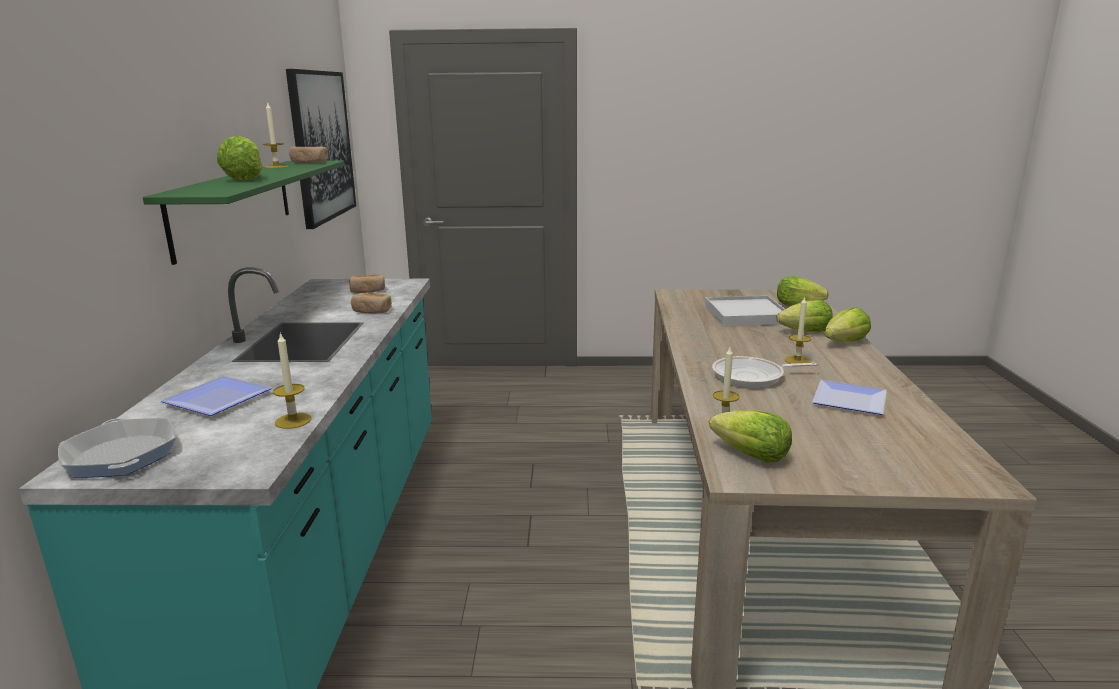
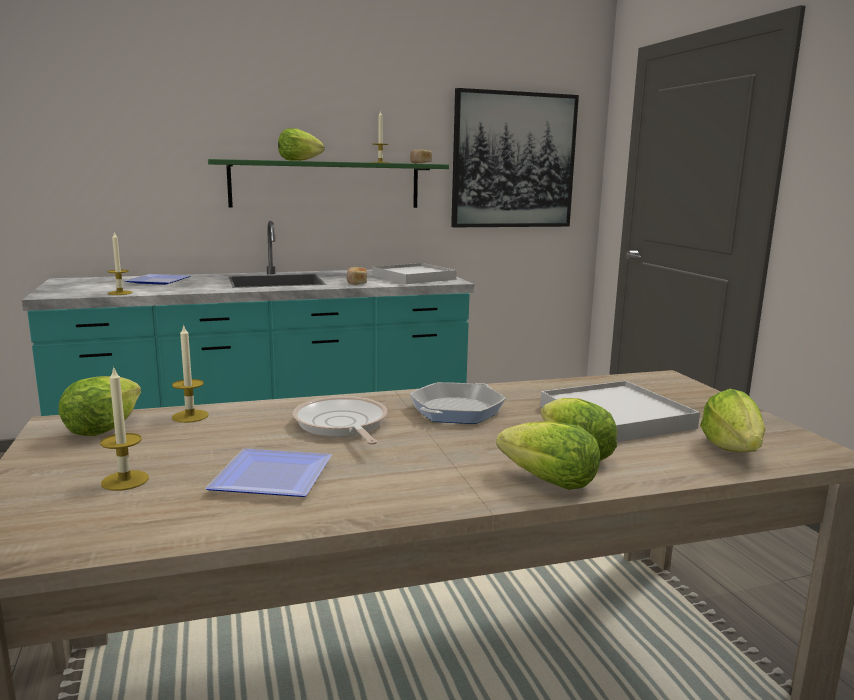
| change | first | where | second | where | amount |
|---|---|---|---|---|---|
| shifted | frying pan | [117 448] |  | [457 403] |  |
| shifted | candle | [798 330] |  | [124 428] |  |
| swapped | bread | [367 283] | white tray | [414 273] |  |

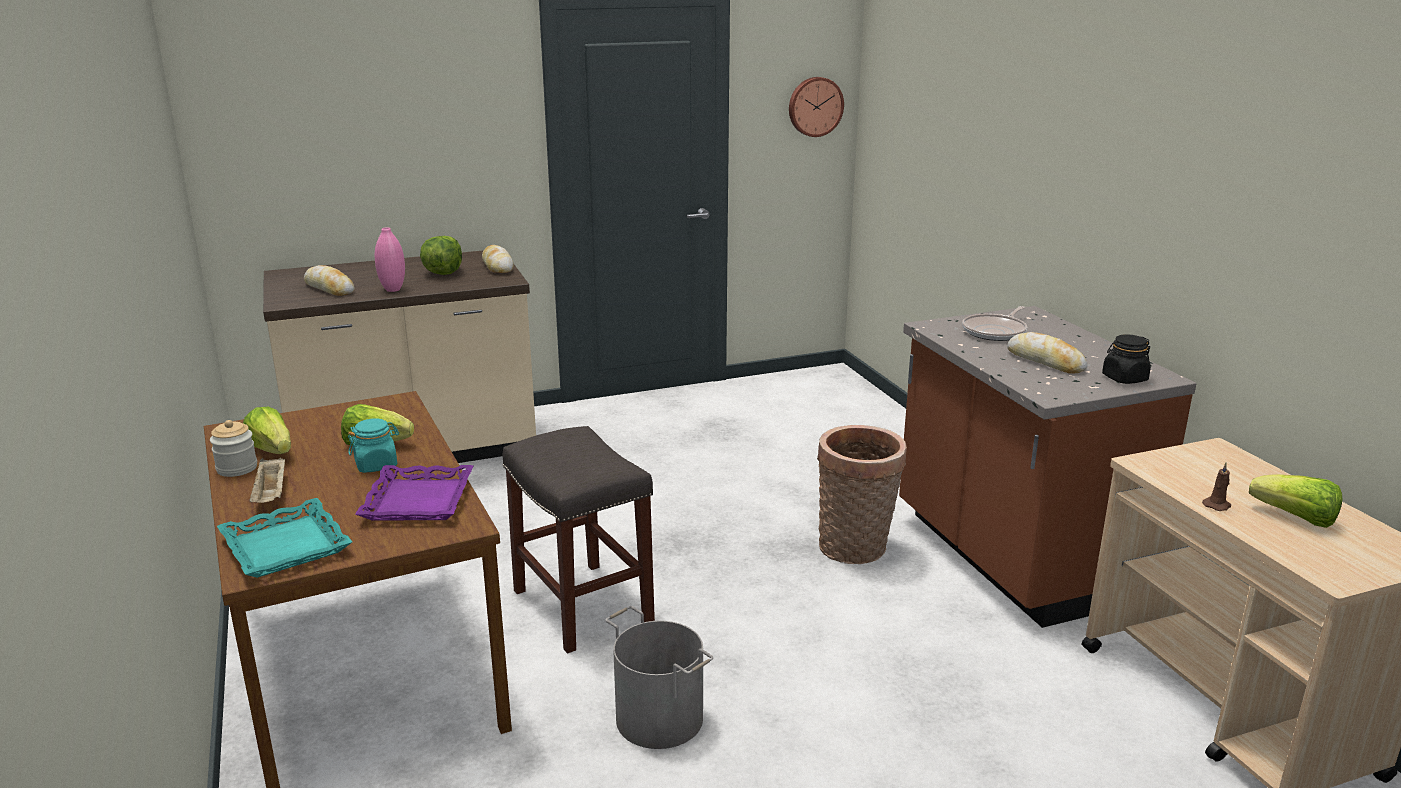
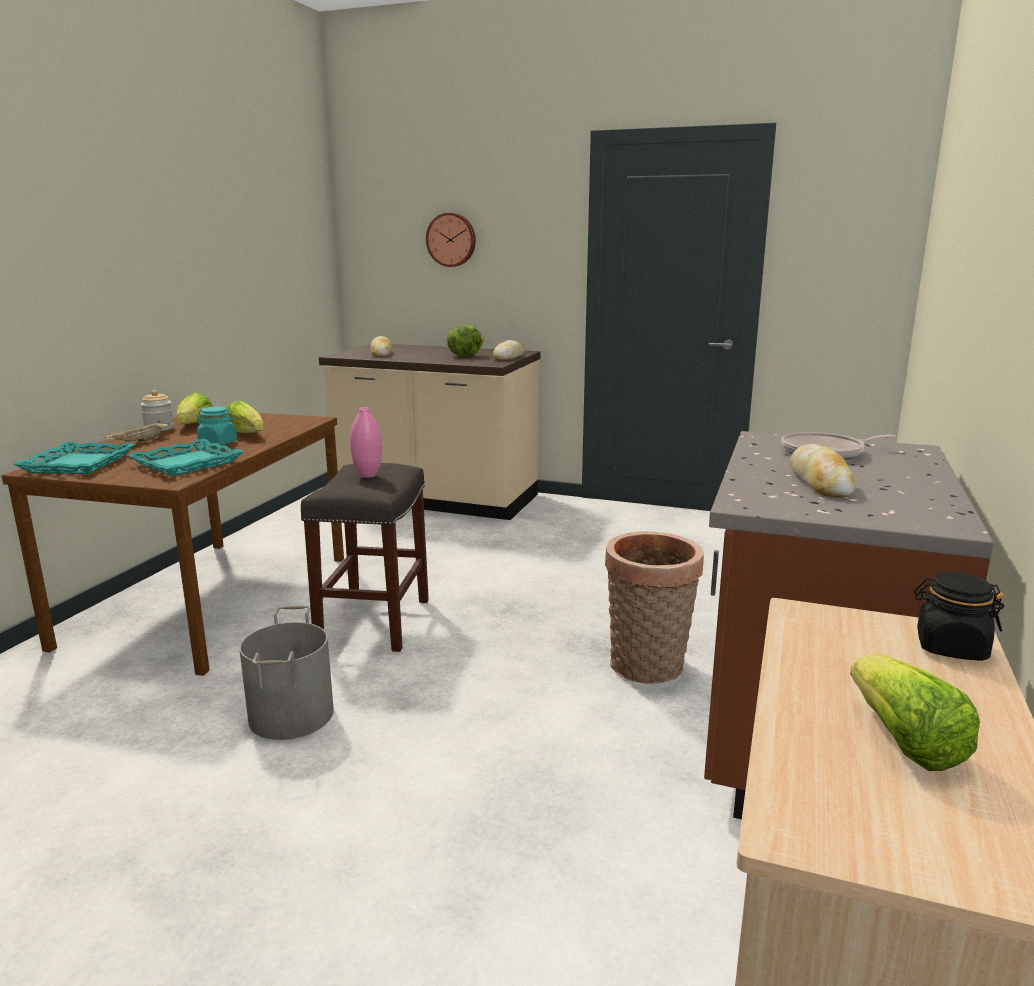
| change | first | where | second | where | amount |
|---|---|---|---|---|---|
| gone | brown candle | [1216 487] |  |  |  |
| shifted | pink vase | [390 259] |  | [366 442] |  |
| shifted | wall clock | [816 107] |  | [451 240] |  |
| shifted | black jar | [1126 359] |  | [959 616] |  |
| repainted | purple tray | [414 492] | turquoise tray | [185 457] |  |

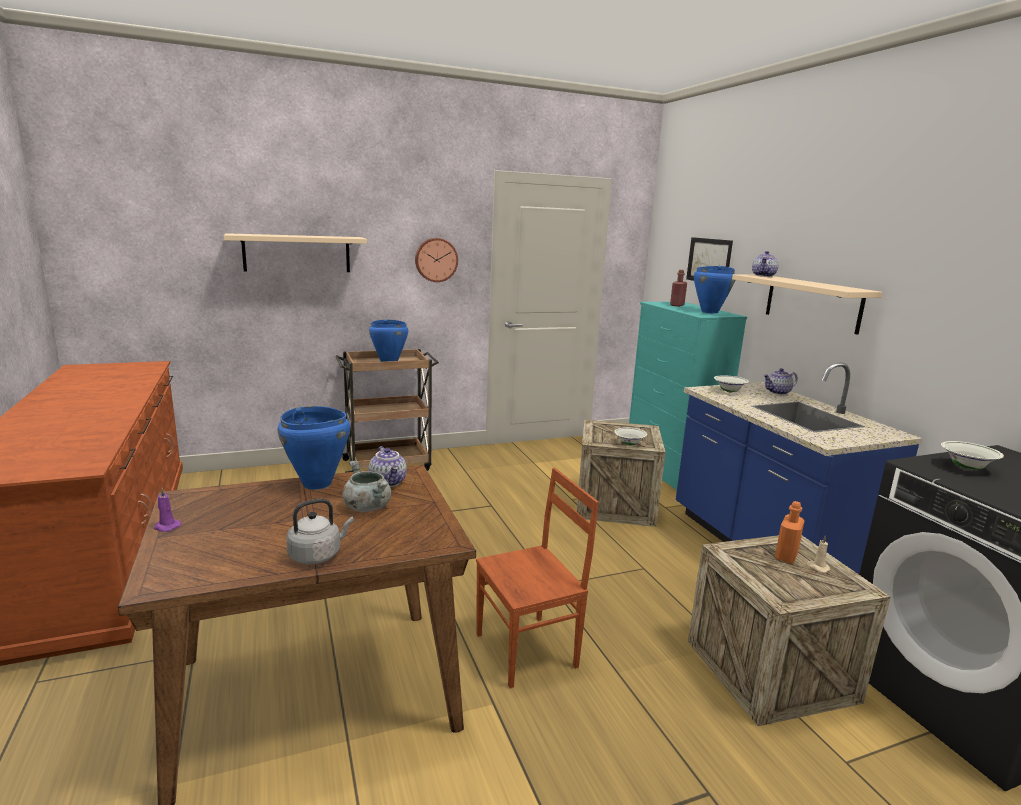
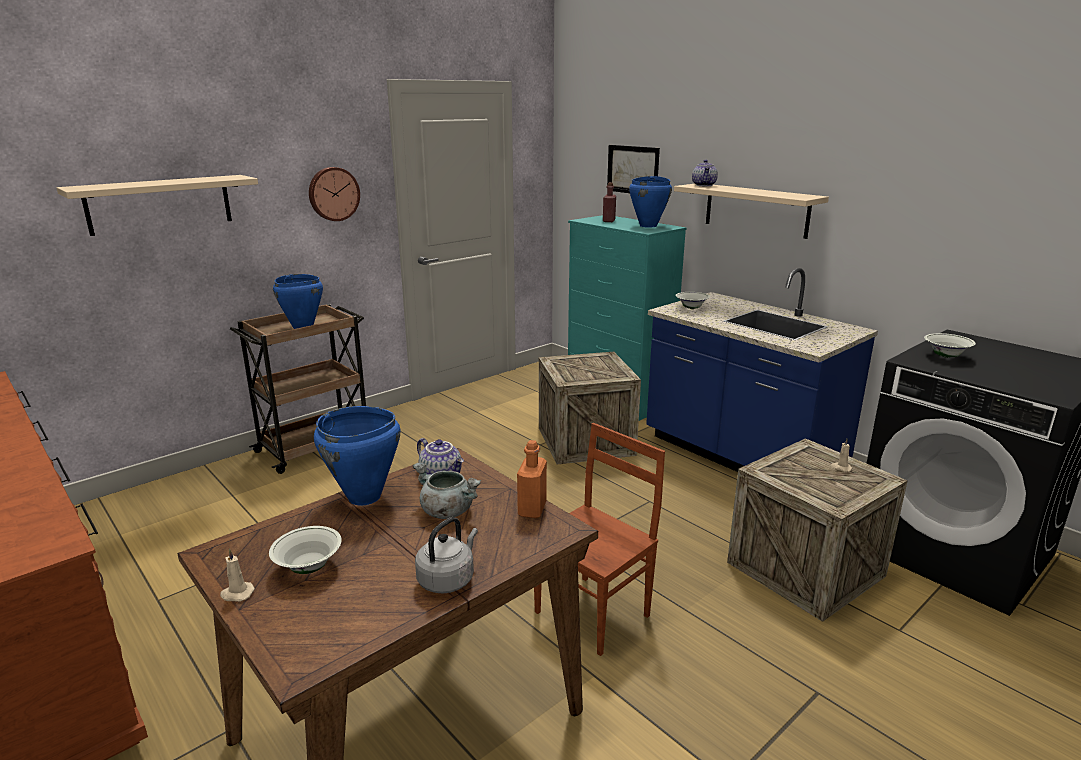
| change | first | where | second | where | amount |
|---|---|---|---|---|---|
| gone | teapot | [780 381] |  |  |  |
| shifted | white bowl | [630 436] |  | [305 550] |  |
| shifted | orange bottle | [789 532] |  | [532 479] |  |
| repainted | purple candle | [167 509] | beige candle | [237 575] |  |

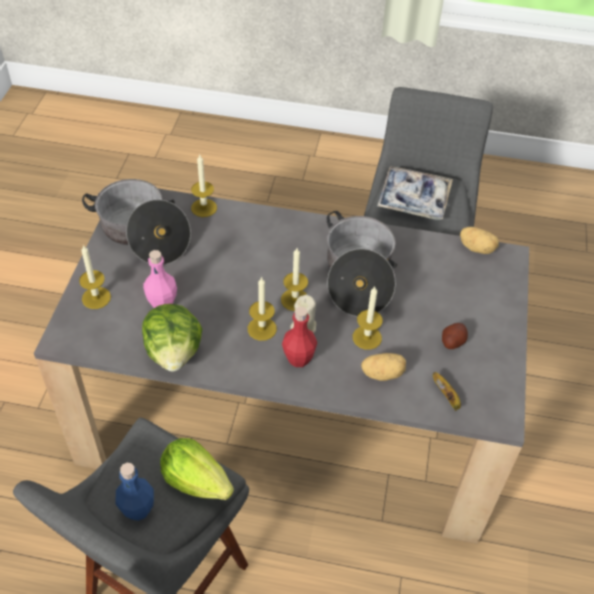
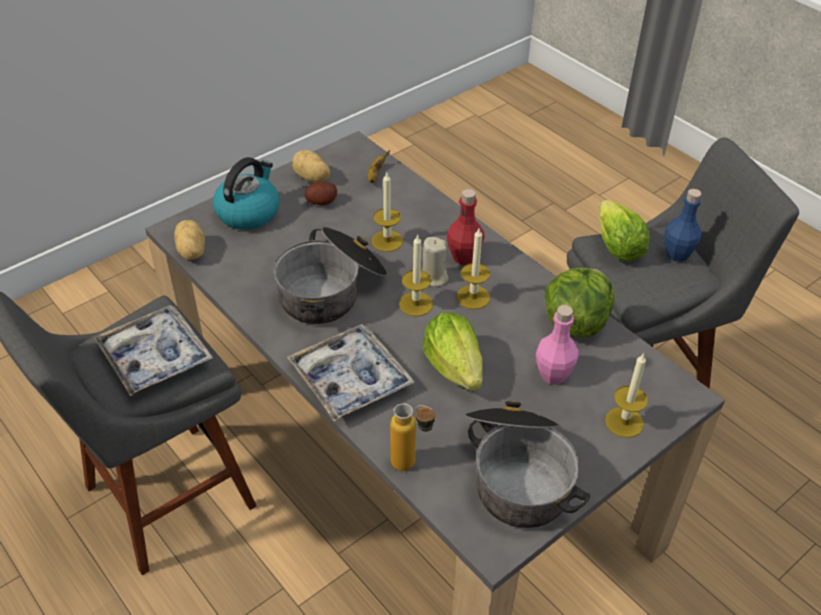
| change | first | where | second | where | amount |
|---|---|---|---|---|---|
| new |  |  | kettle | [246 193] |  |
| new |  |  | tray | [351 373] |  |
| new |  |  | lettuce | [453 351] |  |
| shifted | potato | [383 367] |  | [311 166] |  |
| swapped | candle | [204 186] | bottle | [413 437] |  |

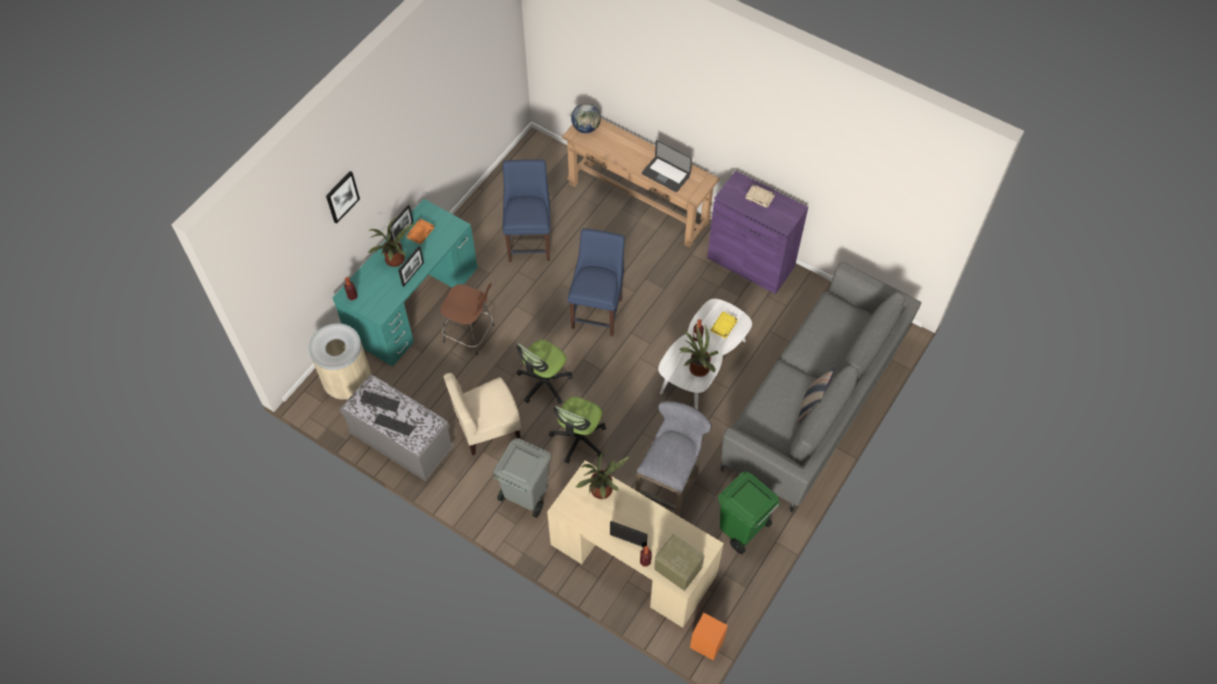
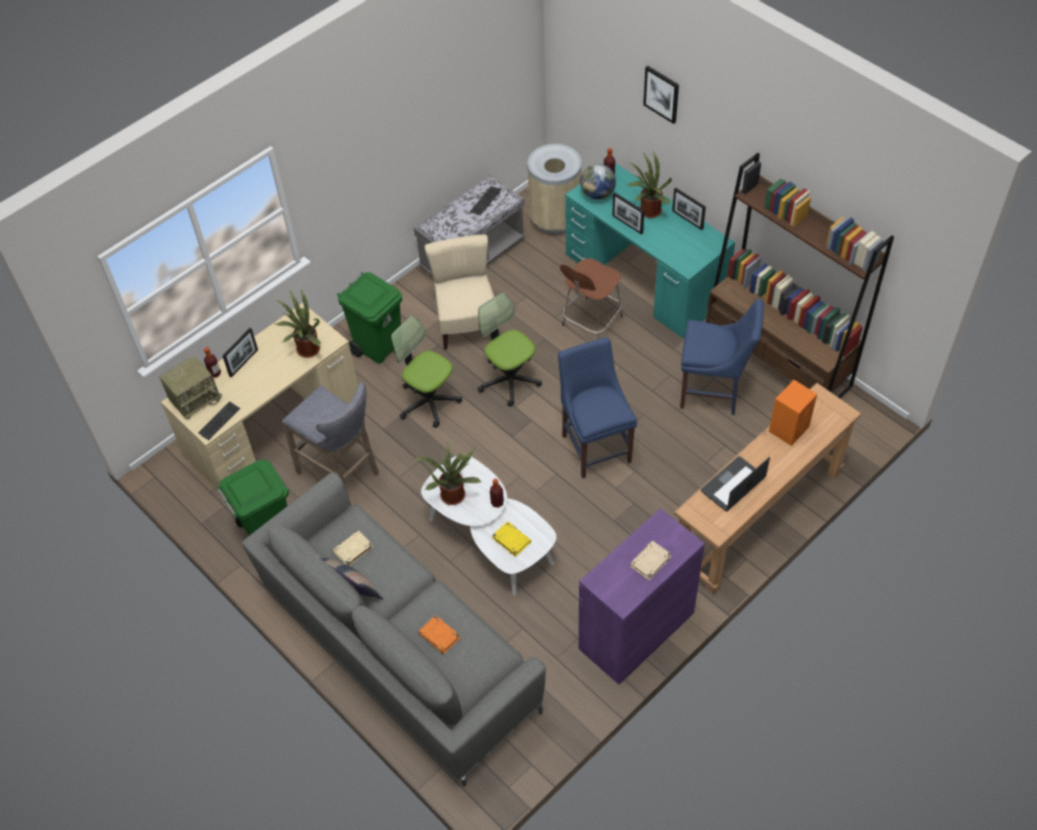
| change | first | where | second | where | amount |
|---|---|---|---|---|---|
| new |  |  | beige book | [352 548] |  |
| new |  |  | brown bookcase | [800 275] |  |
| shifted | keyboard | [394 424] |  | [219 420] |  |
| shifted | orange book | [420 231] |  | [439 634] |  |
| shifted | globe | [586 118] |  | [598 182] |  |
| shifted | orange speaker | [709 637] |  | [793 413] |  |
| repainted | grey trash can | [522 478] | green trash can | [369 318] |  |
| rotated | blue chair | [596 282] |  | [597 407] | 135 degrees counterclockwise |

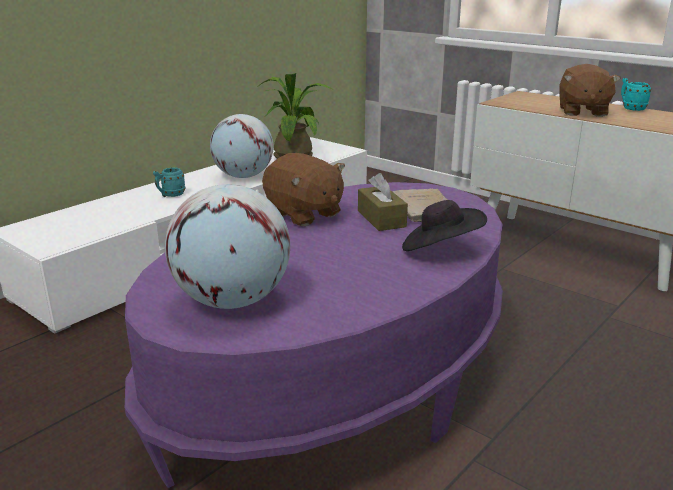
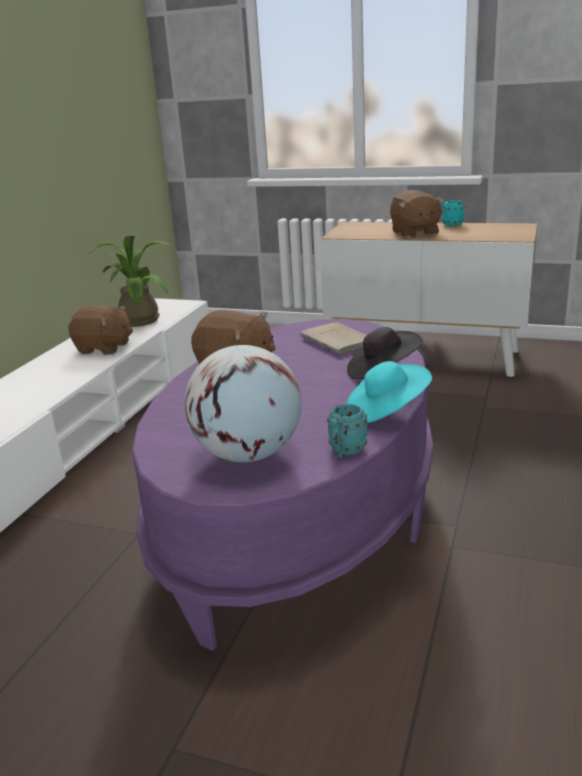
| change | first | where | second | where | amount |
|---|---|---|---|---|---|
| gone | brown tissue box | [383 202] |  |  |  |
| new |  |  | turquoise hat | [389 392] |  |
| shifted | turquoise mug | [169 182] |  | [347 431] |  |
| swapped | globe | [241 146] | brown plush toy | [101 330] |  |

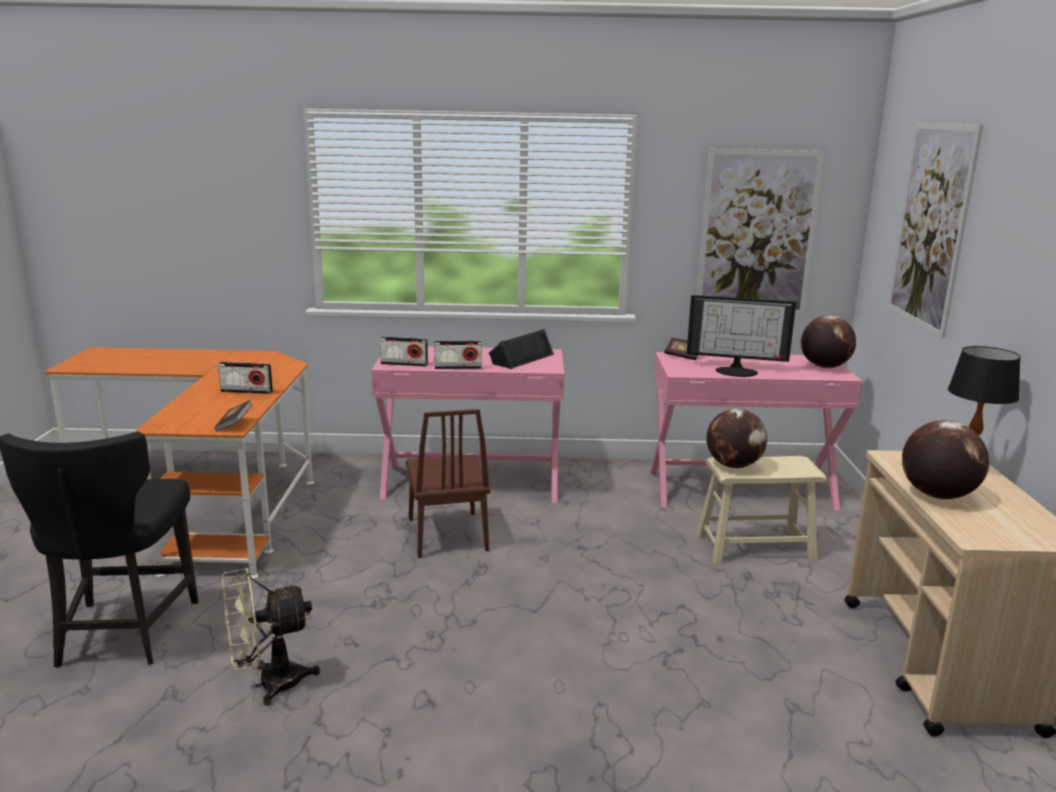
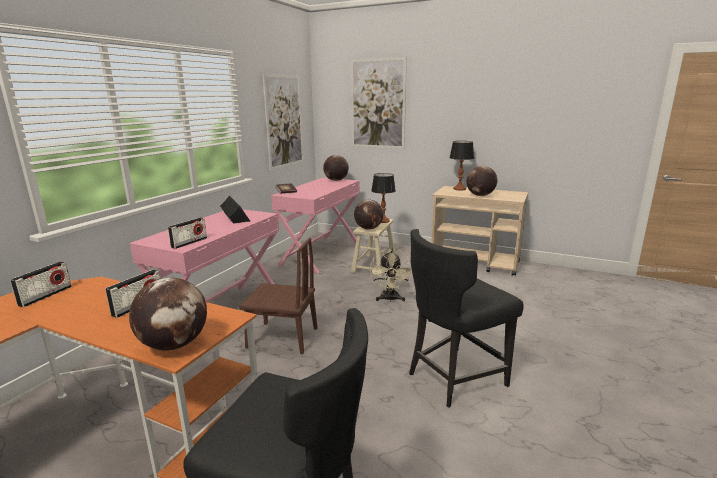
| change | first | where | second | where | amount |
|---|---|---|---|---|---|
| gone | book | [234 416] |  |  |  |
| gone | monitor | [741 336] |  |  |  |
| new |  |  | globe | [168 314] |  |
| new |  |  | table lamp | [383 198] |  |
| new |  |  | black chair | [466 318] |  |
| shifted | beige fan | [271 637] |  | [391 275] |  |
| shifted | radio | [458 355] |  | [41 284] |  |

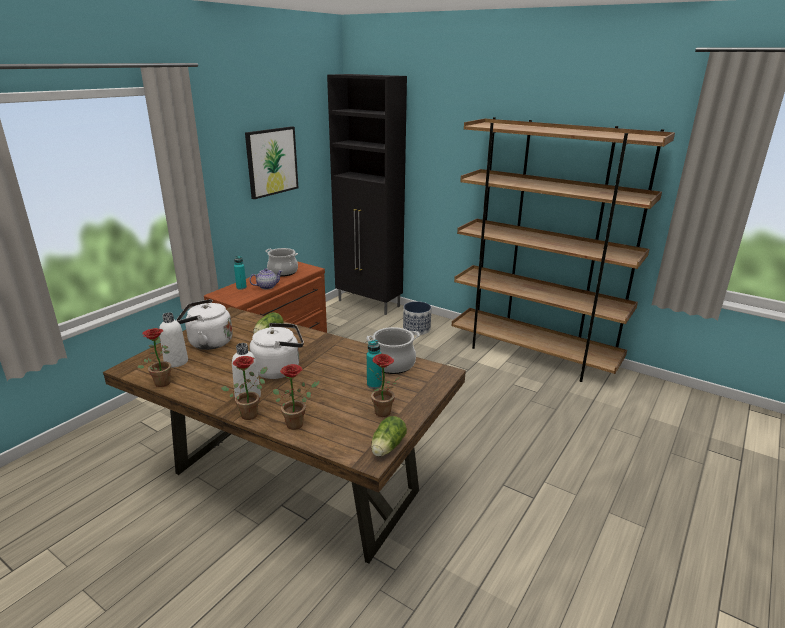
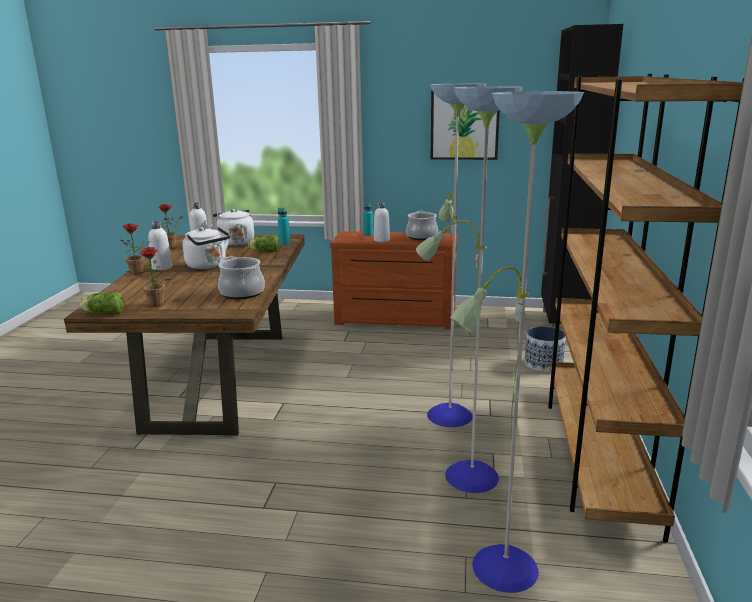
| change | first | where | second | where | amount |
|---|---|---|---|---|---|
| gone | potted plant | [296 397] |  |  |  |
| new |  |  | floor lamp | [500 338] |  |
| shifted | turquoise bottle | [374 364] |  | [284 226] |  |
| swapped | teapot | [265 279] | white bottle | [382 222] |  |

